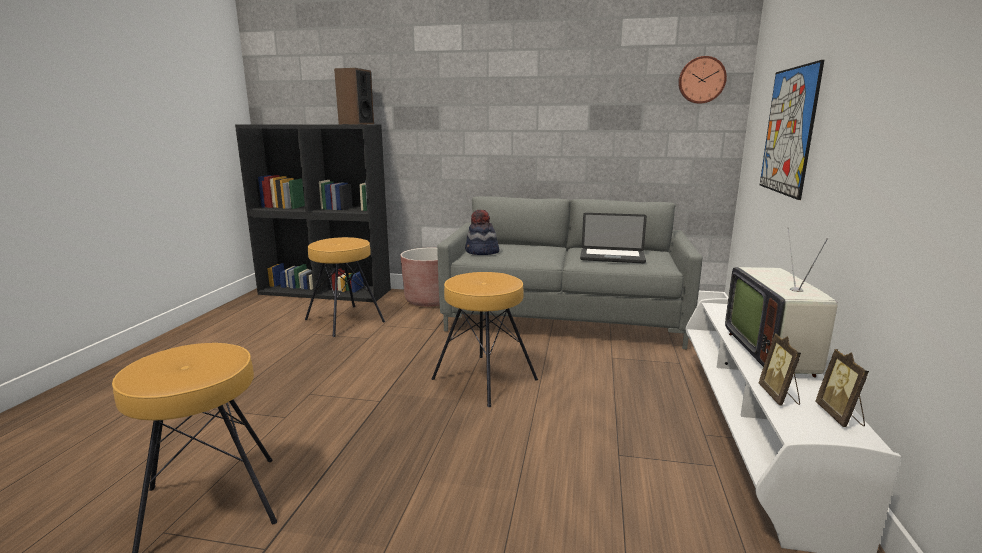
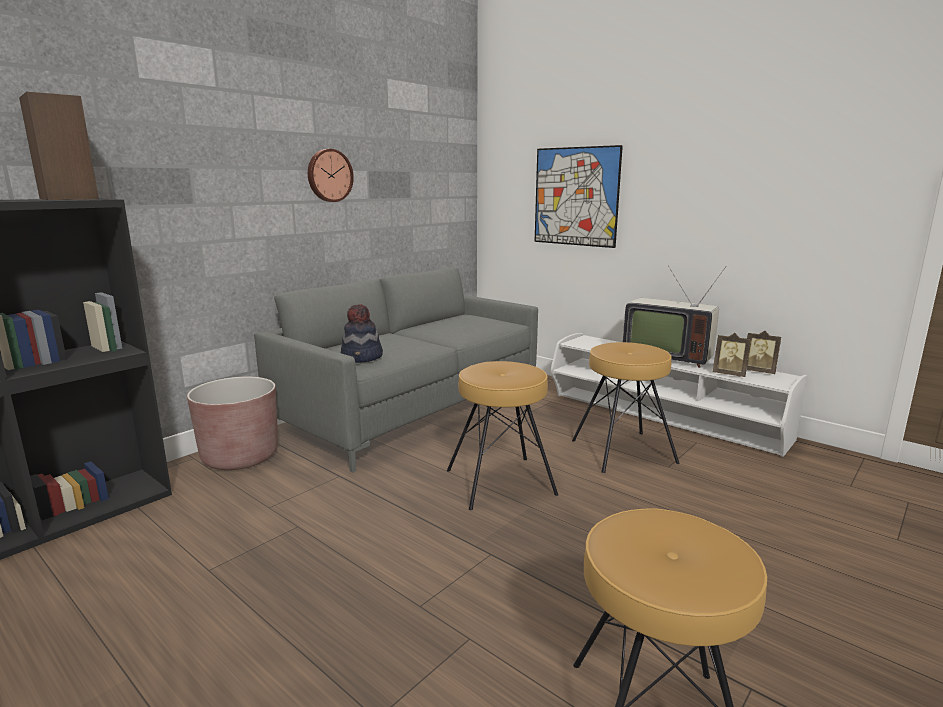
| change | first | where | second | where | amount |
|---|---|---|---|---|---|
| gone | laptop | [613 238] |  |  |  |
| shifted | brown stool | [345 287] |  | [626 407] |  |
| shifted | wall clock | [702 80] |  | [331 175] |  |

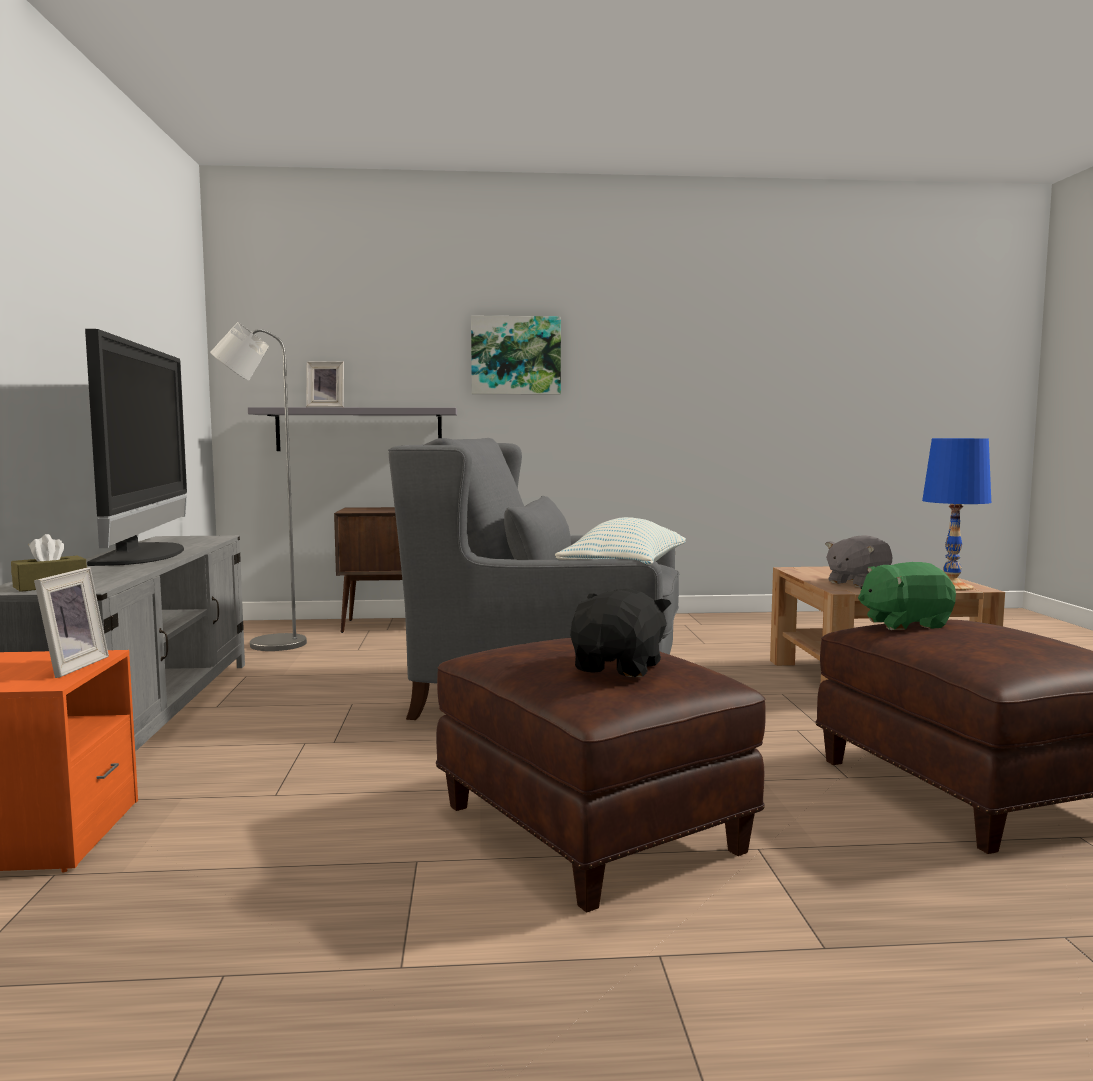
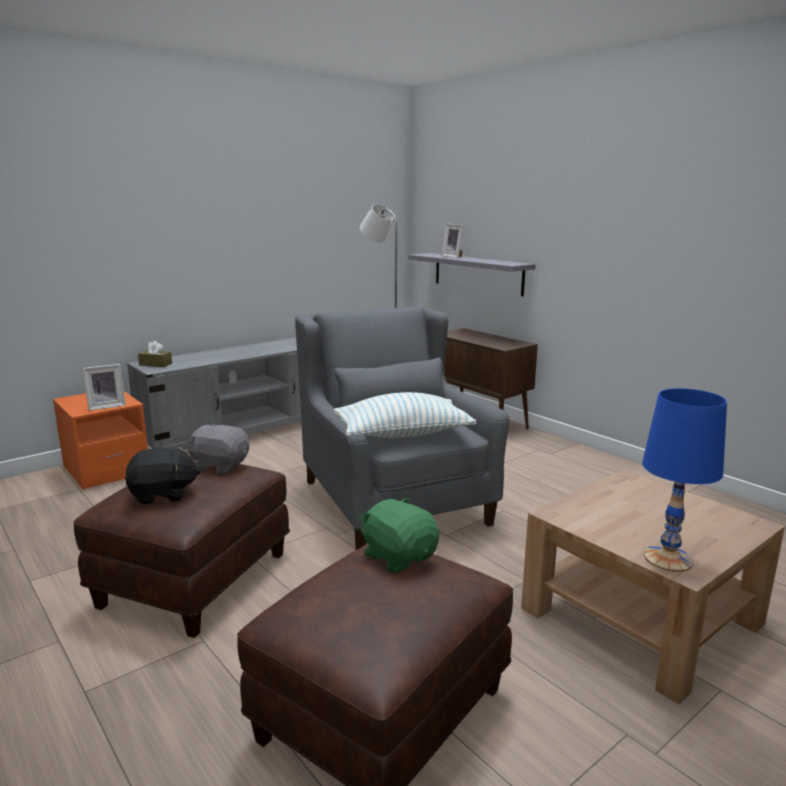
| change | first | where | second | where | amount |
|---|---|---|---|---|---|
| gone | television | [136 447] |  |  |  |
| gone | picture | [516 355] |  |  |  |
| shifted | grey plush toy | [858 561] |  | [218 449] |  |

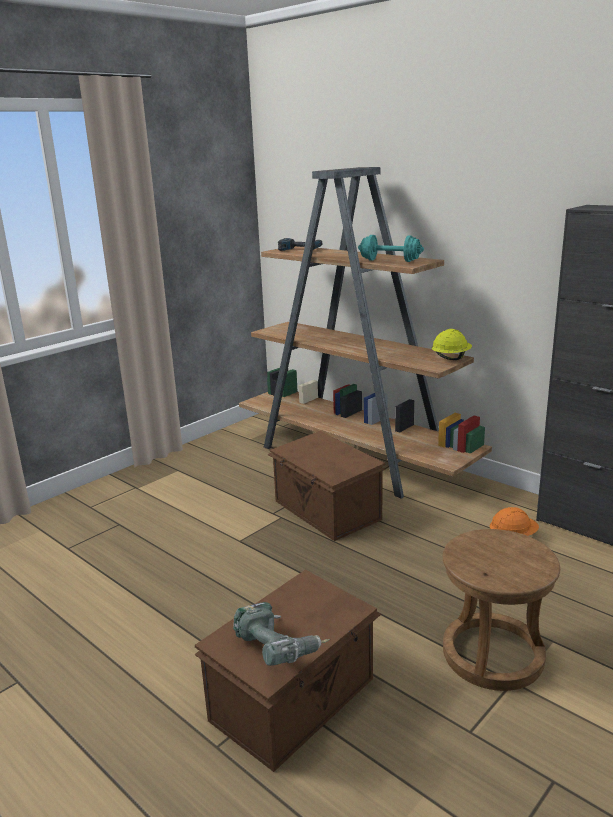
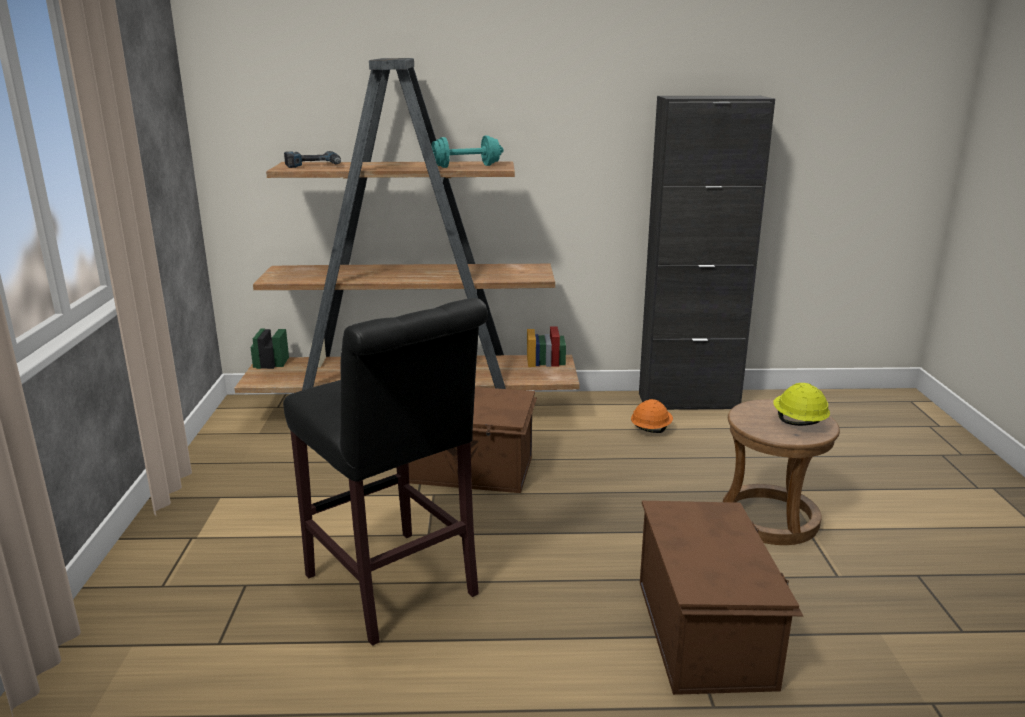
| change | first | where | second | where | amount |
|---|---|---|---|---|---|
| gone | power drill | [281 634] |  |  |  |
| new |  |  | black stool | [385 472] |  |
| shifted | yellow hard hat | [451 344] |  | [801 404] |  |

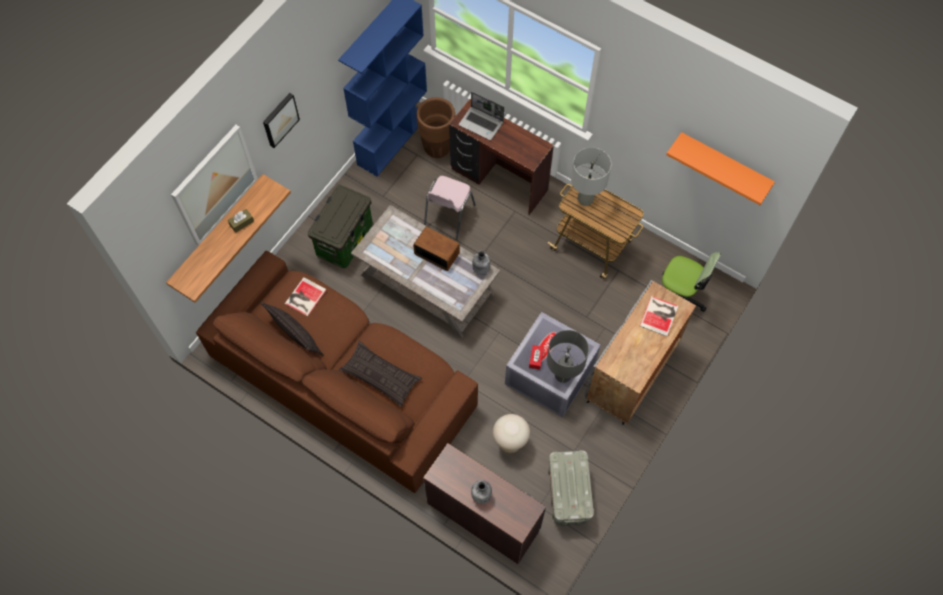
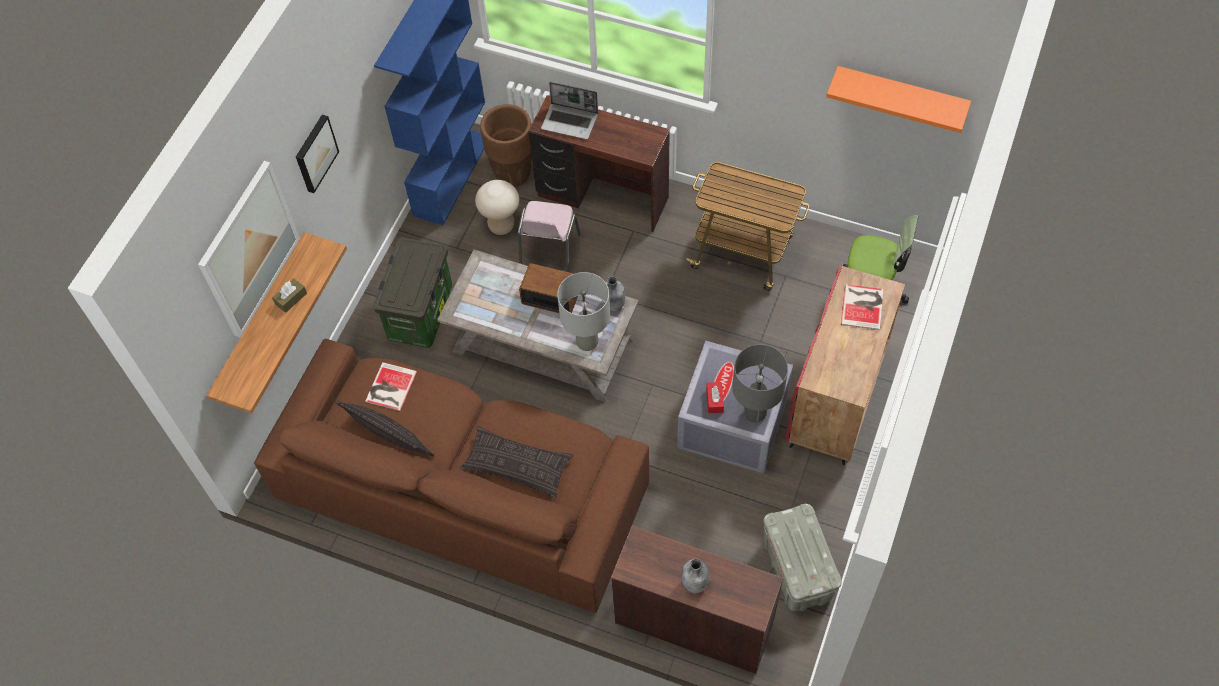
| change | first | where | second | where | amount |
|---|---|---|---|---|---|
| shifted | beige stool | [511 433] |  | [497 207] |  |
| shifted | grey table lamp | [591 176] |  | [583 311] |  |
| repainted | grey cabinet | [640 352] | red cabinet | [845 365] |  |

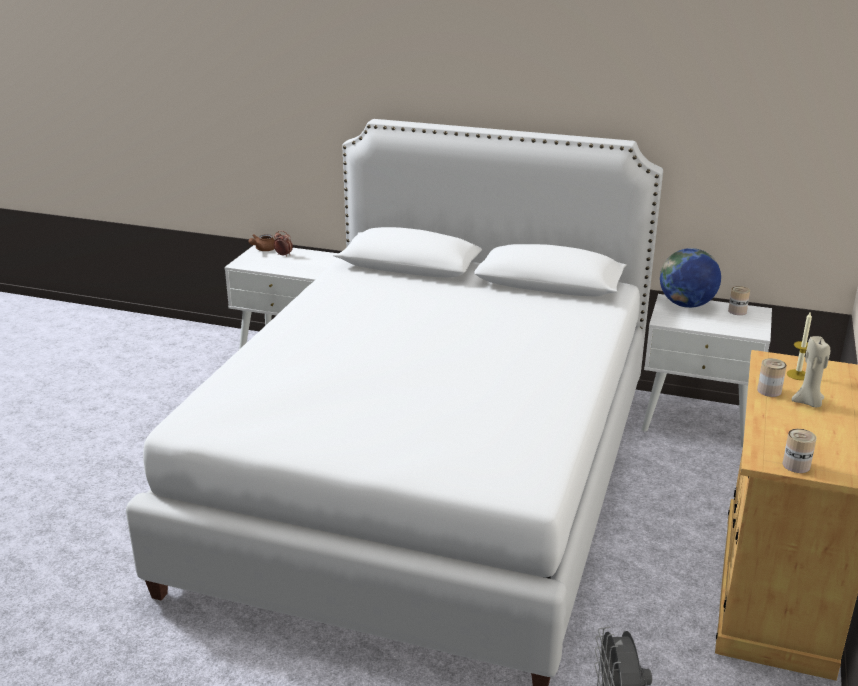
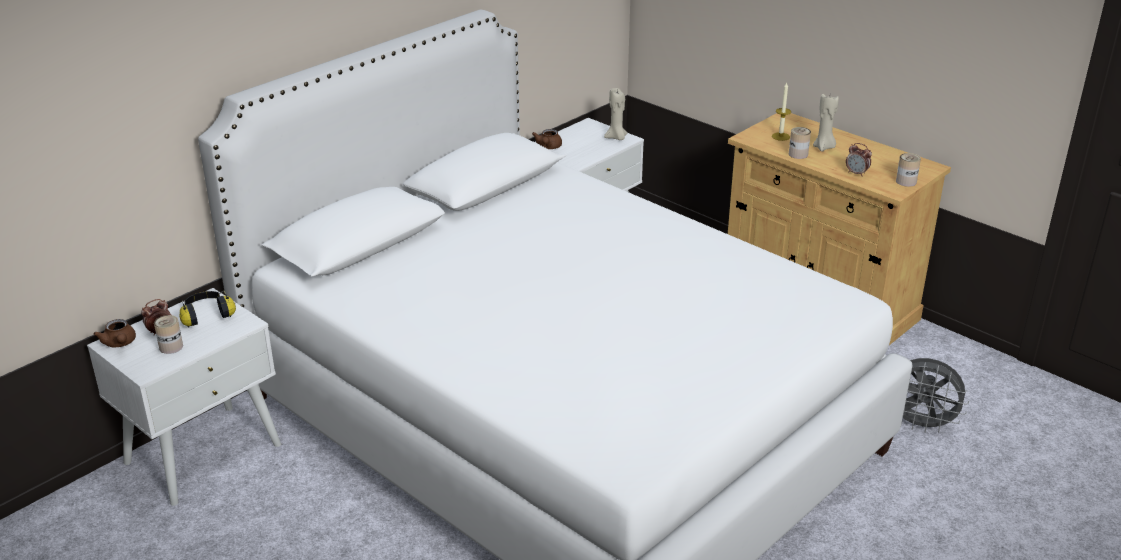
| change | first | where | second | where | amount |
|---|---|---|---|---|---|
| new |  |  | headphones | [207 309] |  |
| new |  |  | beige candle | [615 114] |  |
| new |  |  | alarm clock | [859 160] |  |
| shifted | can | [739 300] |  | [168 334] |  |
| swapped | globe | [690 278] | brown teapot | [547 139] |  |

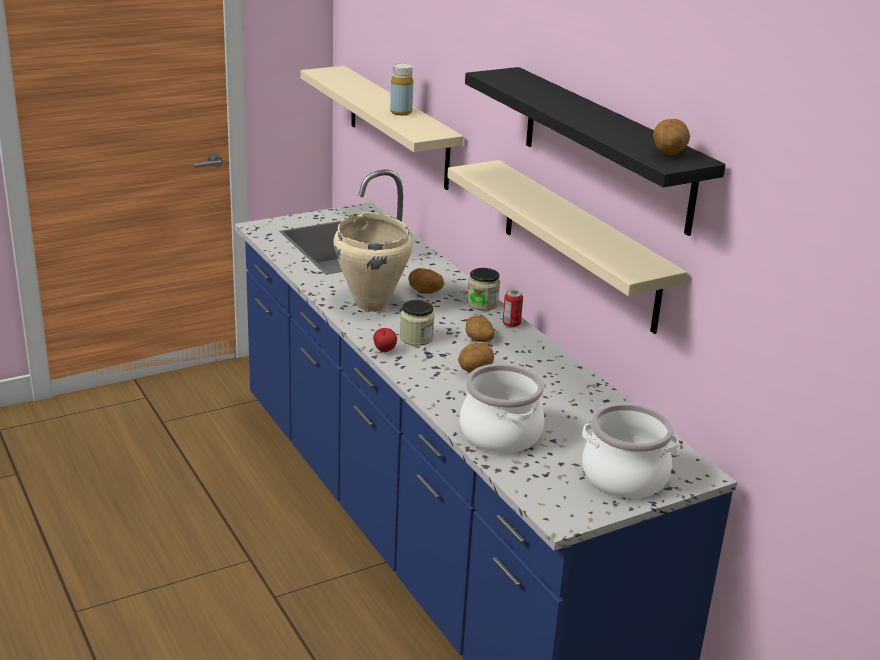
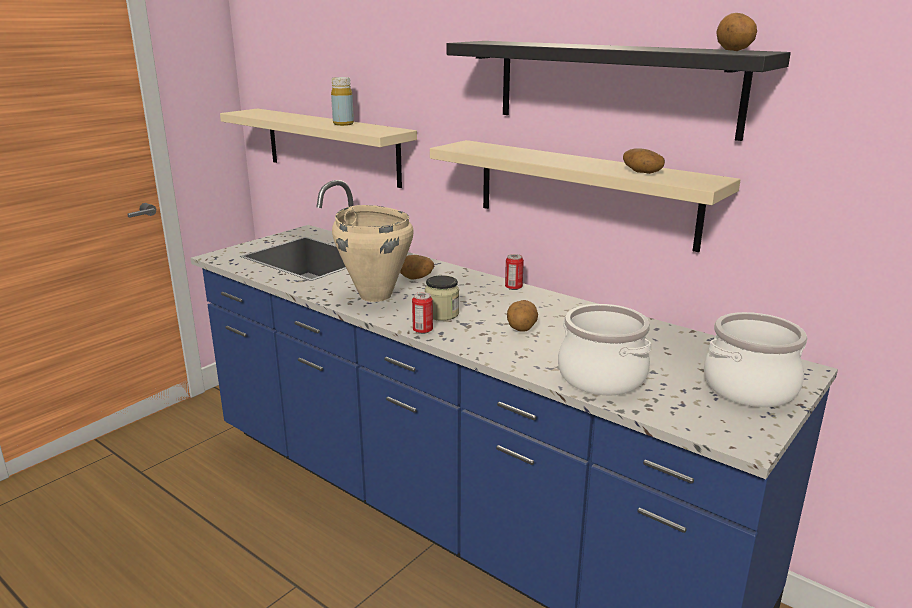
| change | first | where | second | where | amount |
|---|---|---|---|---|---|
| gone | jar | [483 289] |  |  |  |
| shifted | potato | [479 329] |  | [644 161] |  |
| swapped | apple | [385 340] | can | [422 313] |  |

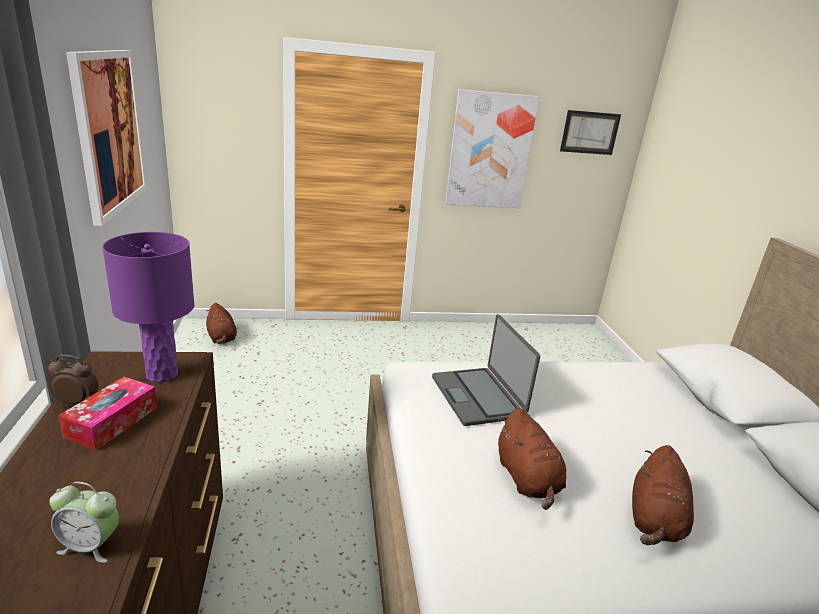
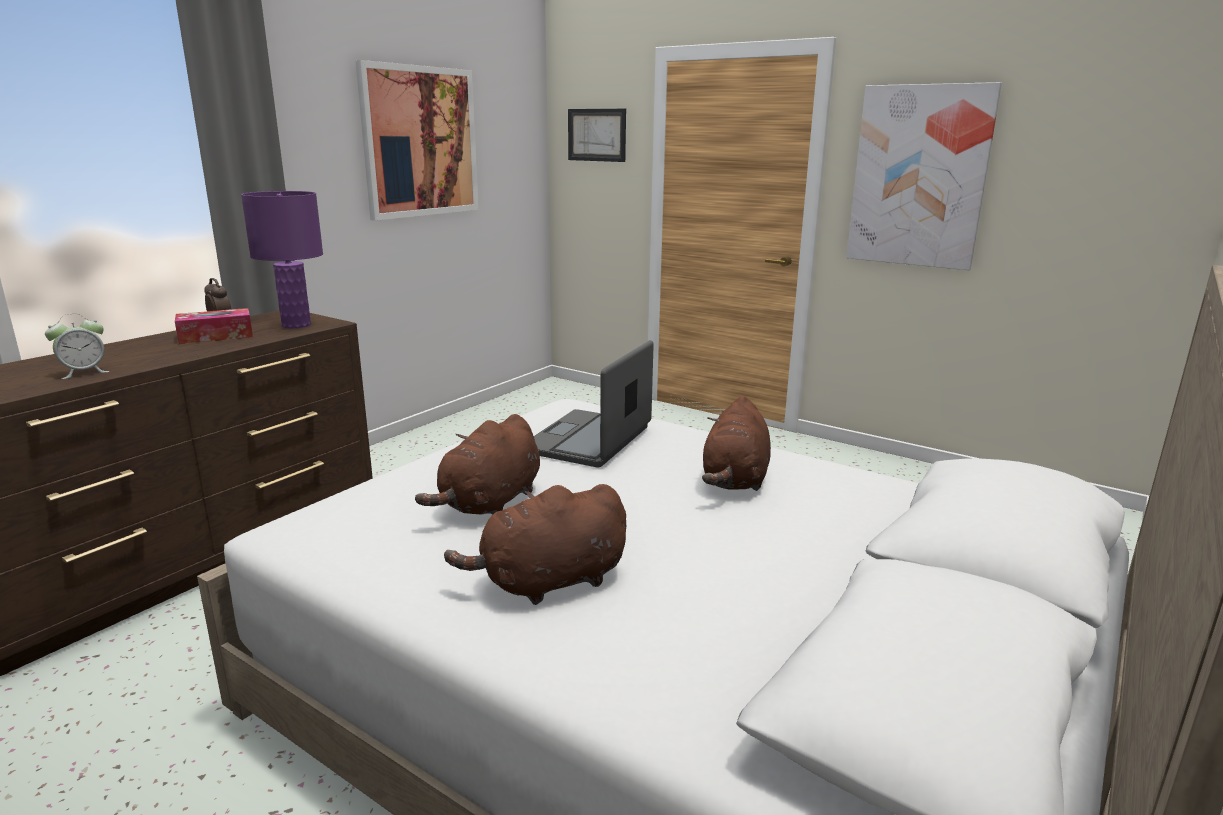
| change | first | where | second | where | amount |
|---|---|---|---|---|---|
| shifted | brown plush toy | [221 323] |  | [736 443] |  |
| shifted | picture | [590 132] |  | [597 135] |  |
| rotated | alarm clock | [84 522] |  | [77 346] | 90 degrees counterclockwise |

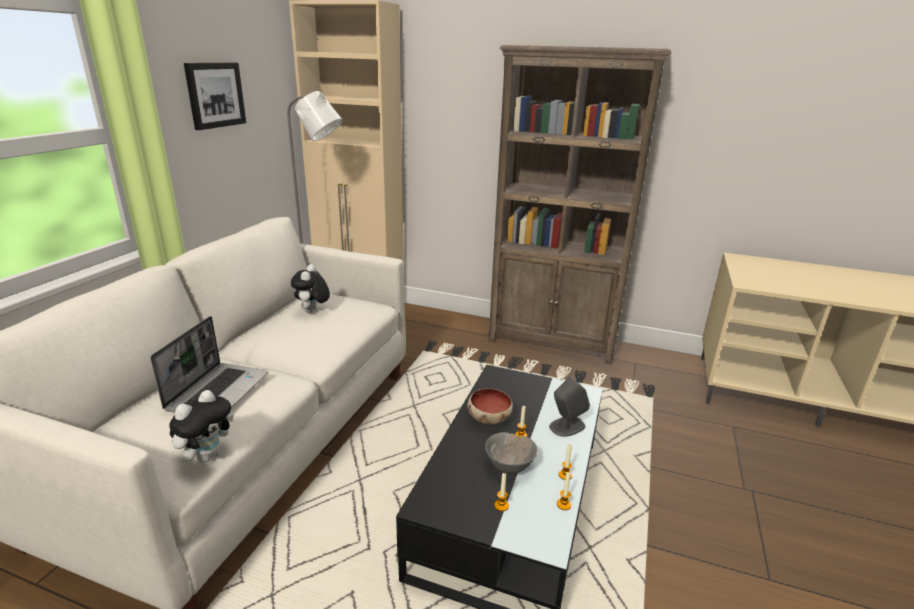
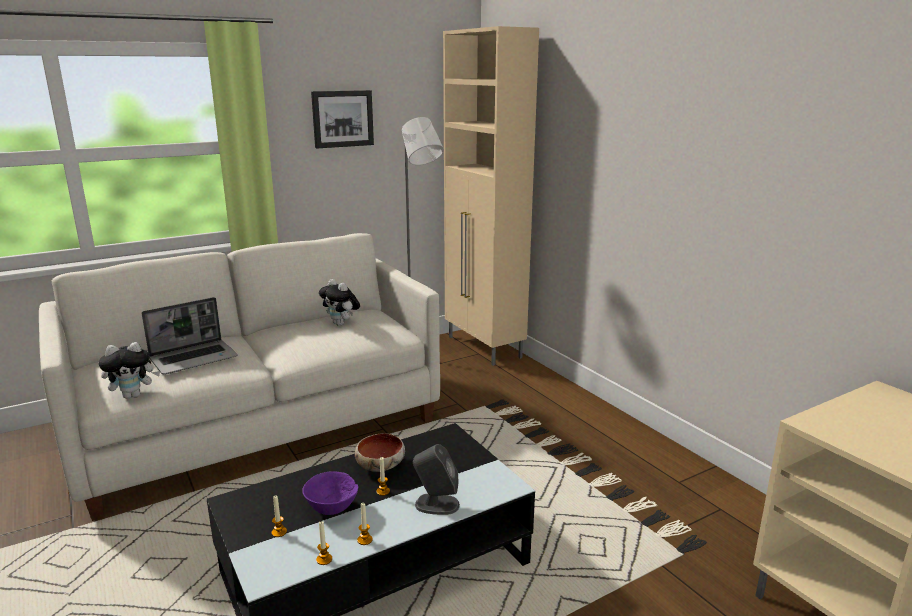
| change | first | where | second | where | amount |
|---|---|---|---|---|---|
| gone | brown bookcase | [579 204] |  |  |  |
| repainted | grey bowl | [511 453] | purple bowl | [330 493] |  |
| rotated | plush toy | [310 288] |  | [339 302] | 90 degrees counterclockwise |

